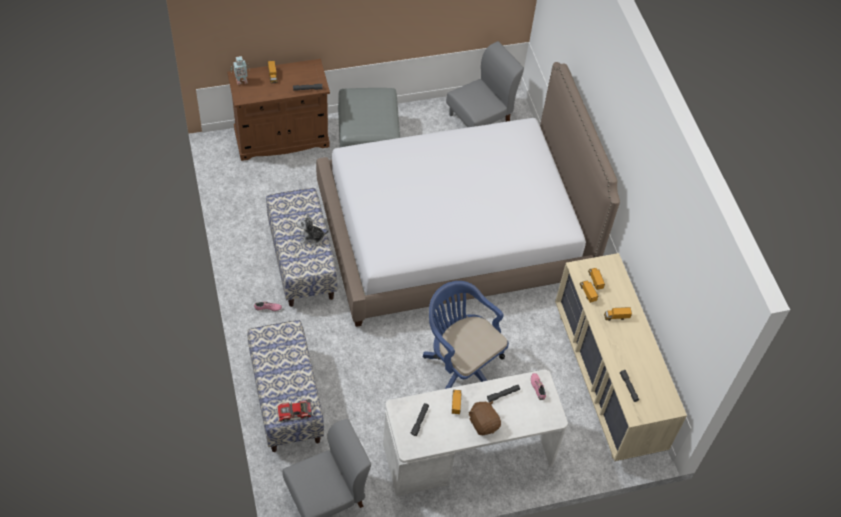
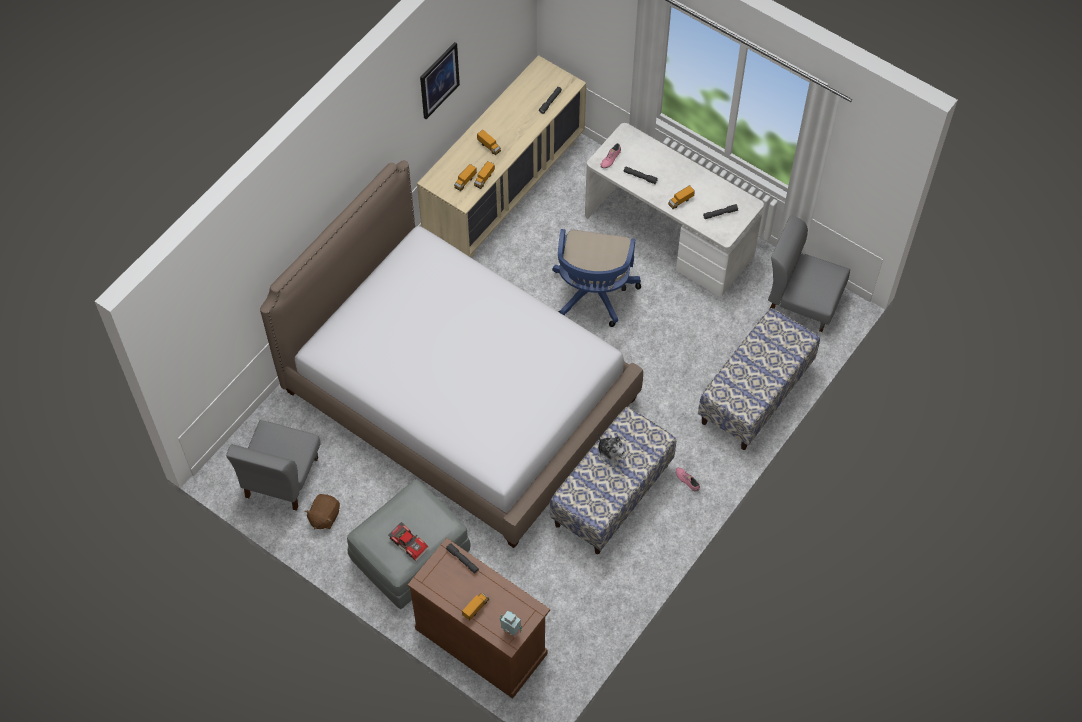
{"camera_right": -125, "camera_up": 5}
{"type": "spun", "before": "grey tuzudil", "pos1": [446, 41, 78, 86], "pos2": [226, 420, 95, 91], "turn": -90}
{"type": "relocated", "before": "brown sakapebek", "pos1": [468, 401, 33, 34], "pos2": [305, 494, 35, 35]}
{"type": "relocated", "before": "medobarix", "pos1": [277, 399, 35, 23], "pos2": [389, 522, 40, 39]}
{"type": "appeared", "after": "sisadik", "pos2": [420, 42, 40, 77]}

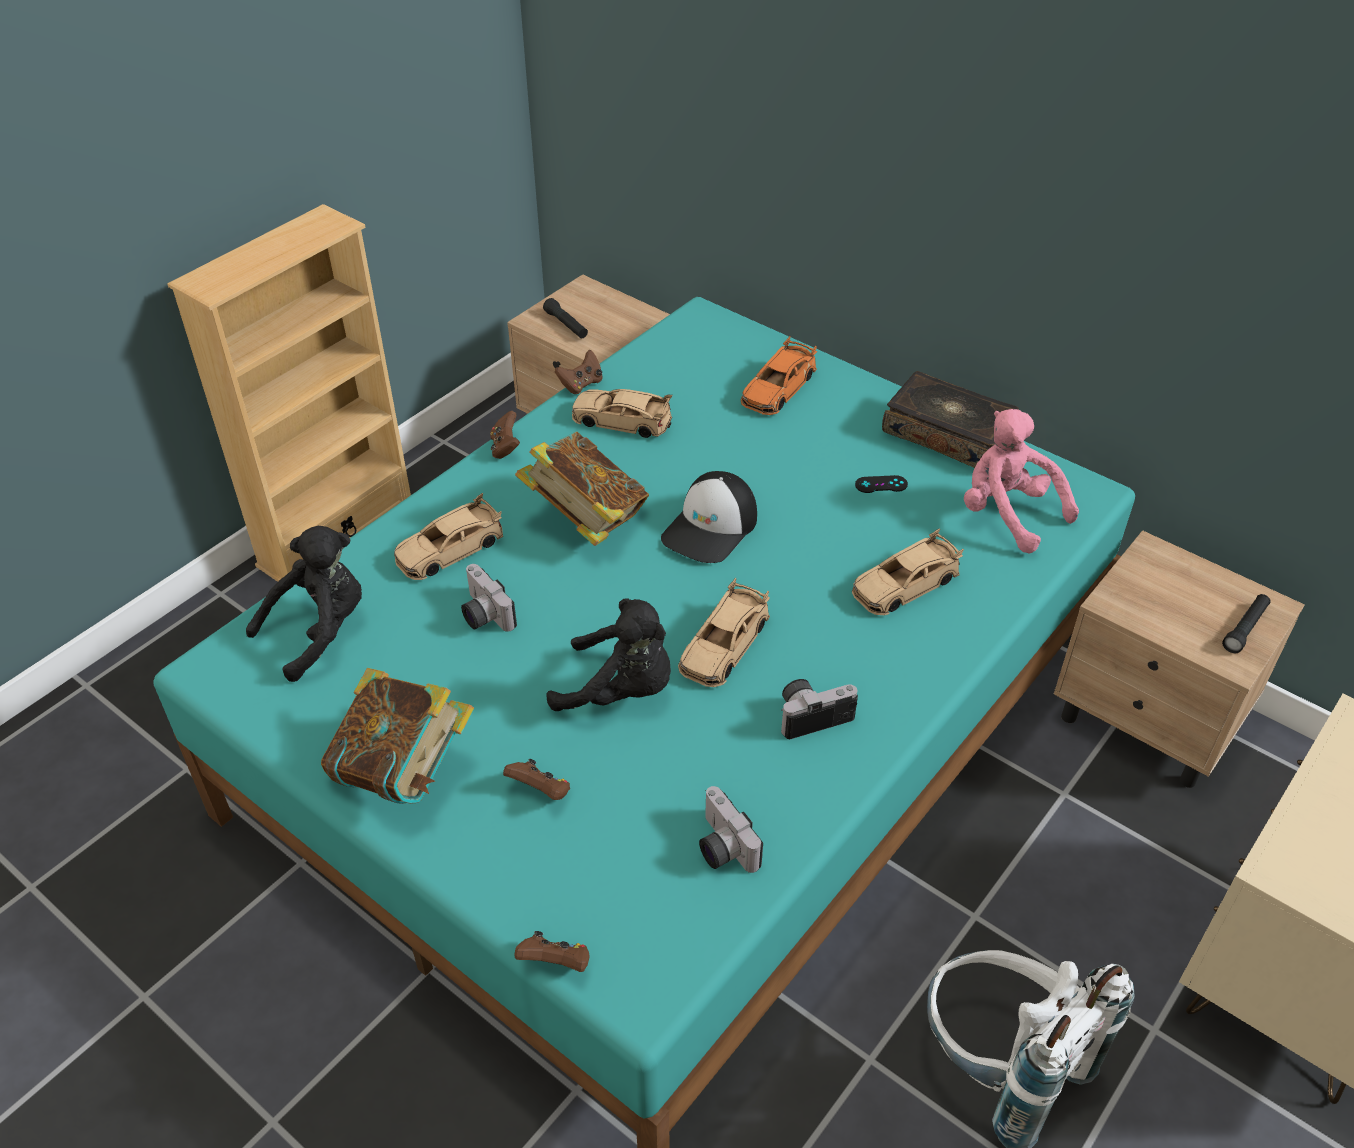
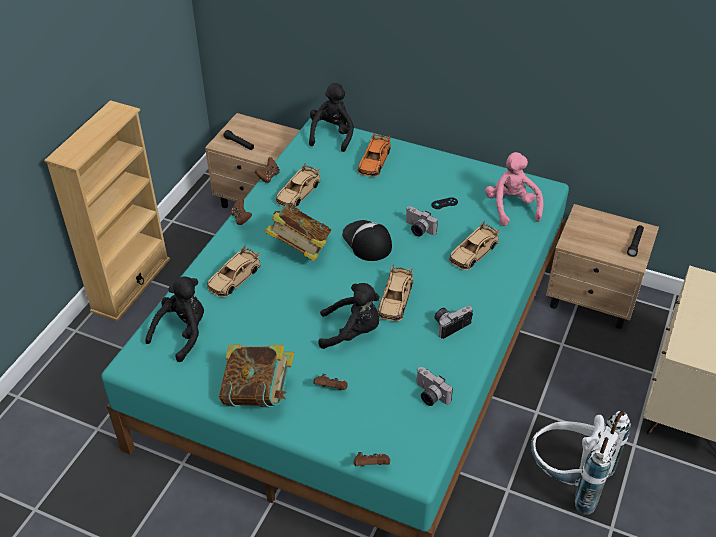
{"camera_right": -15, "camera_up": 0}
{"type": "spun", "before": "beige medobarix", "pos1": [572, 389, 100, 49], "pos2": [276, 163, 45, 44], "turn": -60}
{"type": "appeared", "after": "black sakapebek", "pos2": [309, 83, 45, 69]}
{"type": "spun", "before": "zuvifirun", "pos1": [661, 471, 96, 92], "pos2": [342, 220, 50, 41], "turn": 135}
{"type": "relocated", "before": "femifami", "pos1": [461, 564, 56, 68], "pos2": [406, 206, 32, 31]}
{"type": "spun", "before": "pink sakapebek", "pos1": [964, 409, 115, 145], "pos2": [485, 152, 58, 74], "turn": 45}
{"type": "missing", "before": "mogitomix", "pos1": [882, 371, 137, 97]}

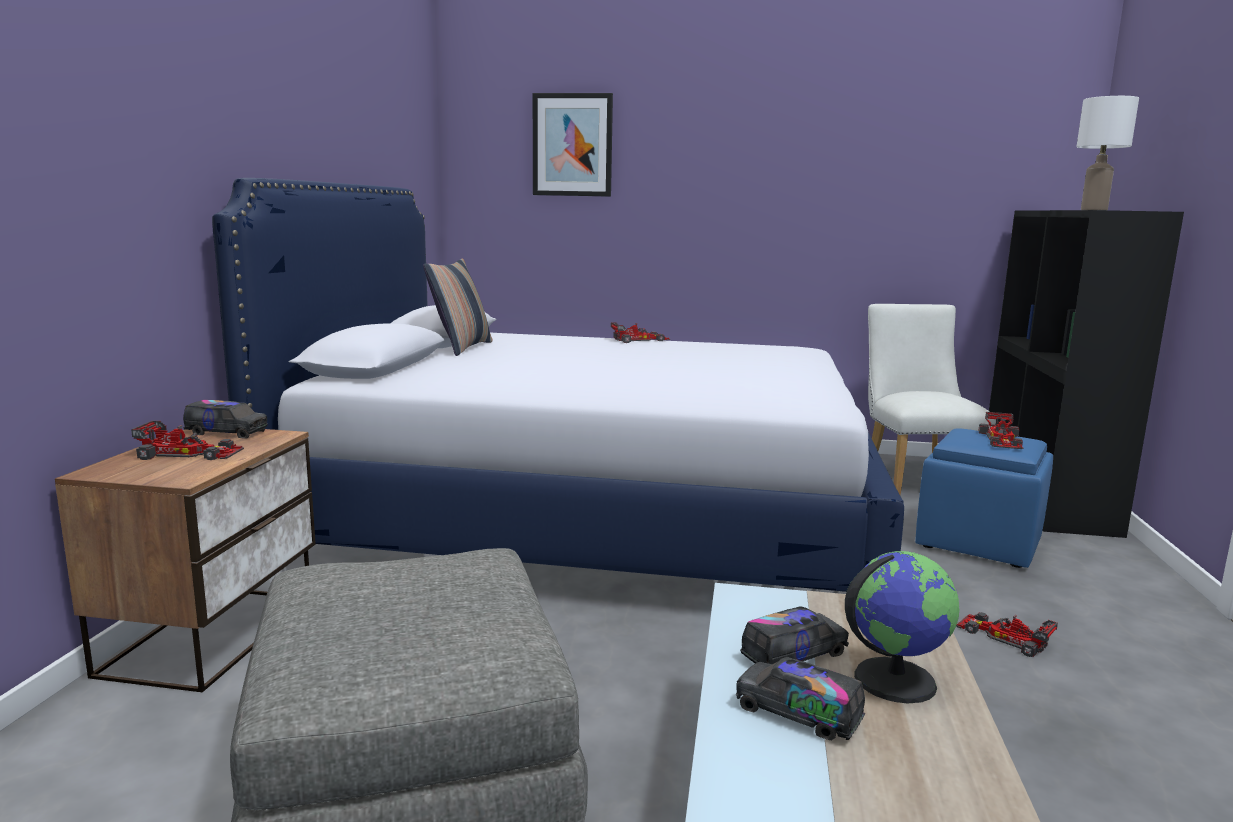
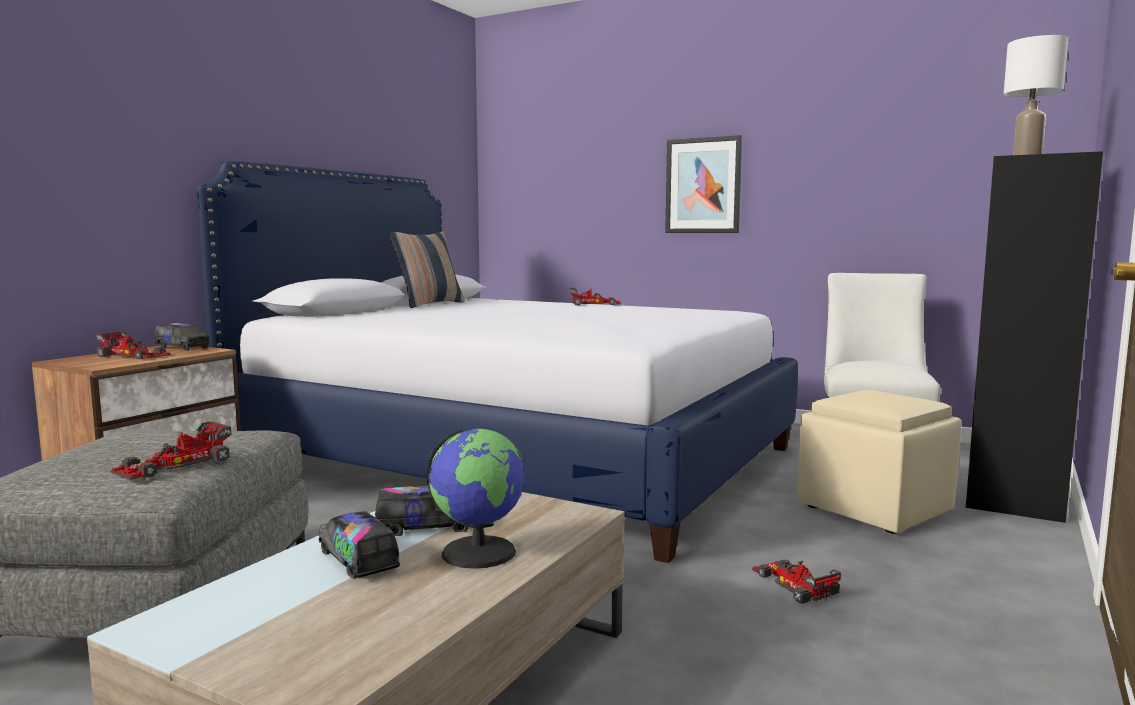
{"camera_right": 20, "camera_up": -5}
{"type": "relocated", "before": "medobarix", "pos1": [978, 412, 45, 37], "pos2": [110, 421, 122, 59]}
{"type": "relocated", "before": "sisadik", "pos1": [533, 93, 80, 104], "pos2": [665, 135, 77, 98]}
{"type": "colour", "before": "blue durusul", "after": "beige durusul", "pos1": [915, 428, 138, 140], "pos2": [798, 390, 163, 143]}

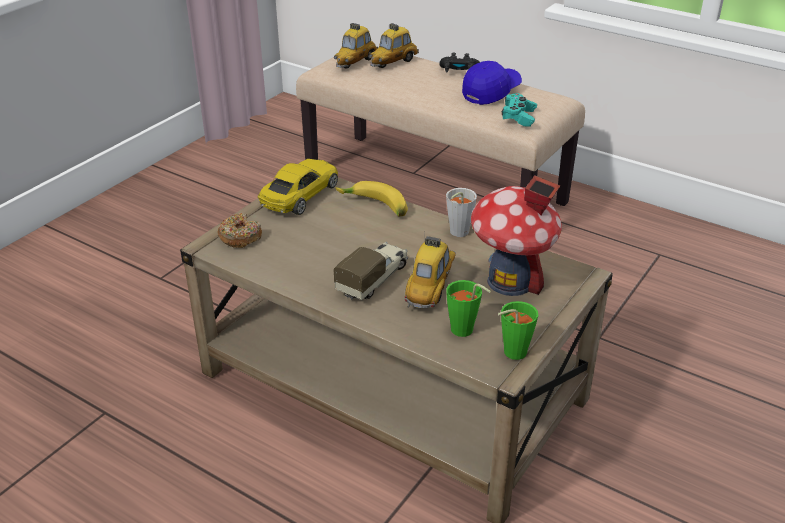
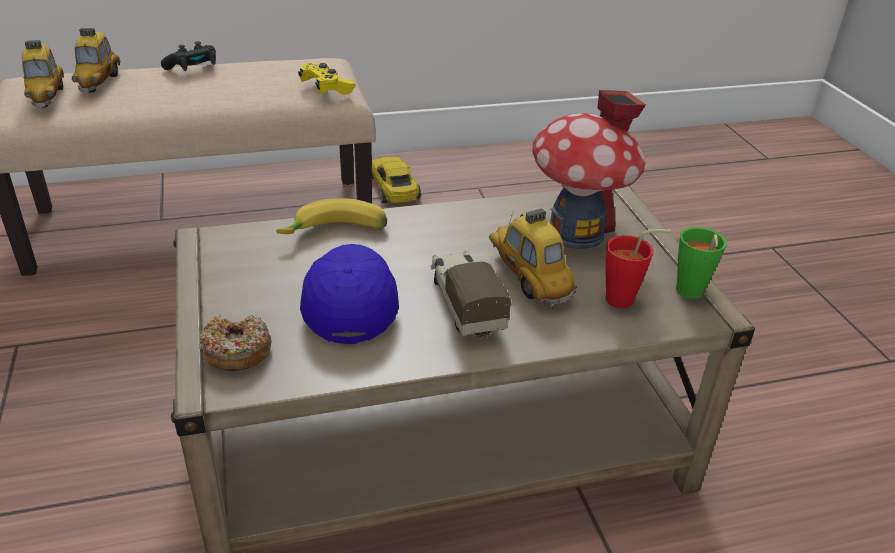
{"camera_right": -50, "camera_up": 0}
{"type": "colour", "before": "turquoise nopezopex", "after": "yellow nopezopex", "pos1": [502, 93, 35, 34], "pos2": [298, 63, 57, 32]}
{"type": "relocated", "before": "blue zuvifirun", "pos1": [462, 61, 60, 44], "pos2": [300, 244, 99, 100]}
{"type": "relocated", "before": "yellow medobarix", "pos1": [257, 159, 81, 56], "pos2": [372, 157, 49, 46]}
{"type": "colour", "before": "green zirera", "after": "red zirera", "pos1": [446, 280, 45, 57], "pos2": [605, 229, 66, 79]}
{"type": "missing", "before": "grey zirera", "pos1": [446, 188, 31, 49]}

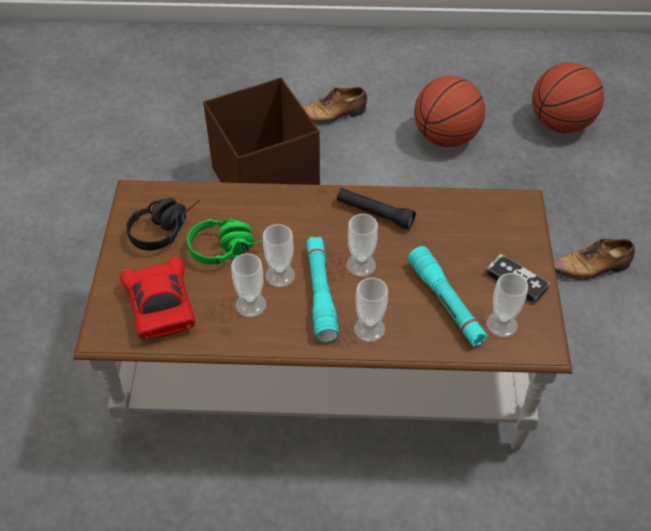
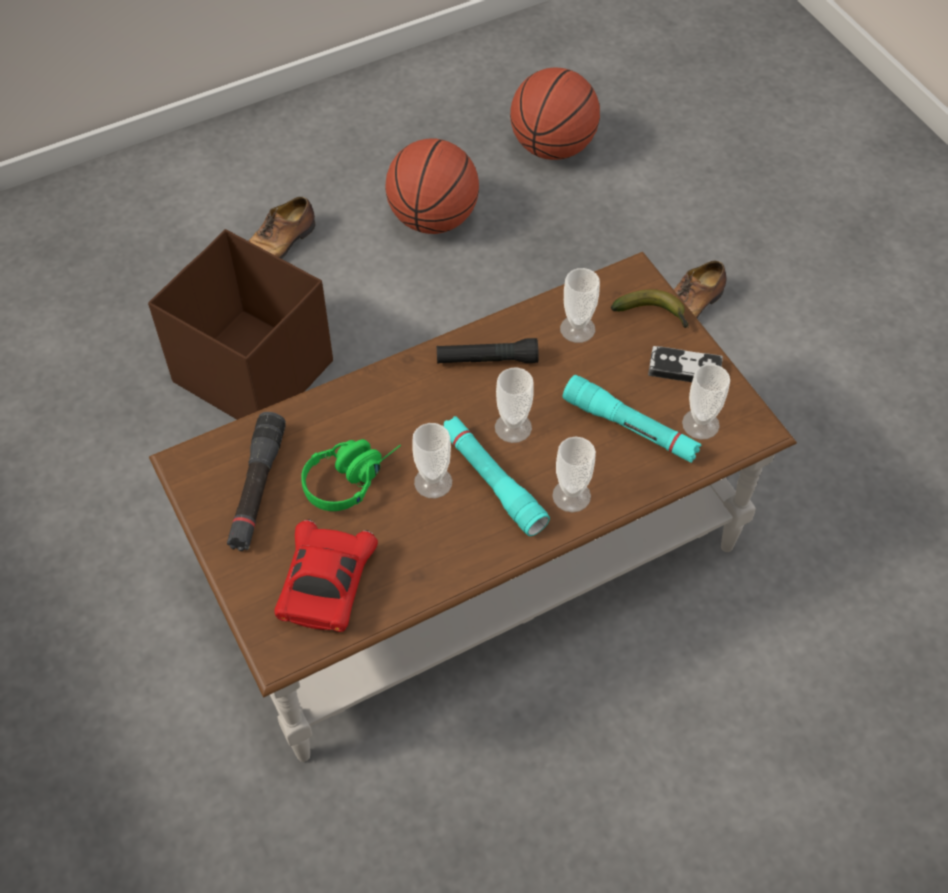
{"camera_right": -30, "camera_up": 5}
{"type": "exchanged", "before": "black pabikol", "after": "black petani", "pos1": [126, 198, 74, 53], "pos2": [227, 412, 59, 139]}
{"type": "spun", "before": "red medobarix", "pos1": [120, 257, 75, 83], "pos2": [274, 519, 104, 113], "turn": 60}
{"type": "relocated", "before": "zirera", "pos1": [231, 253, 35, 64], "pos2": [560, 268, 40, 75]}
{"type": "appeared", "after": "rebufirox", "pos2": [611, 289, 78, 39]}

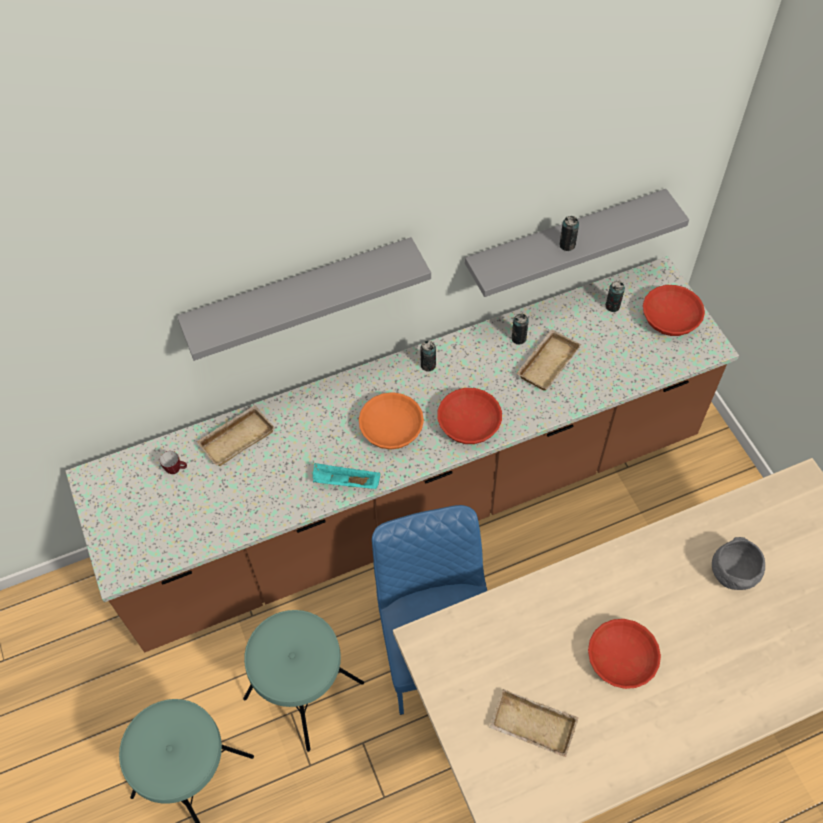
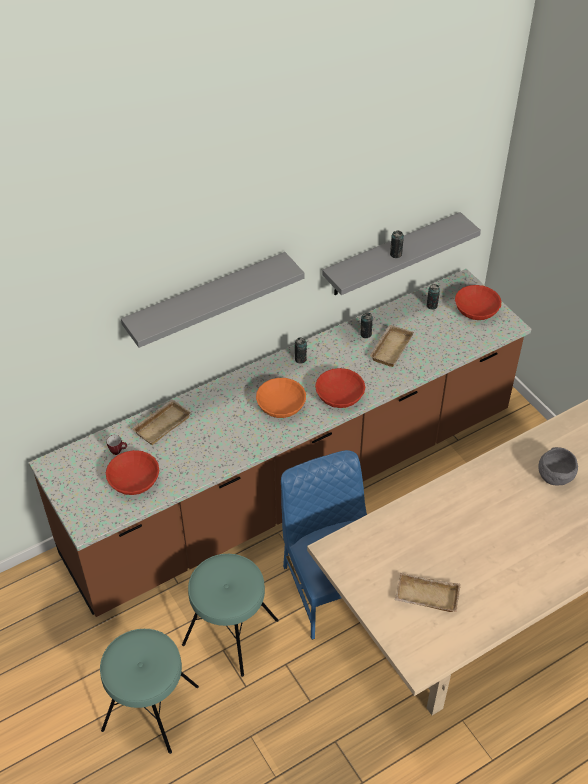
{"camera_right": -10, "camera_up": -10}
{"type": "relocated", "before": "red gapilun", "pos1": [588, 619, 73, 70], "pos2": [106, 450, 53, 45]}
{"type": "missing", "before": "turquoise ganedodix", "pos1": [313, 463, 67, 26]}

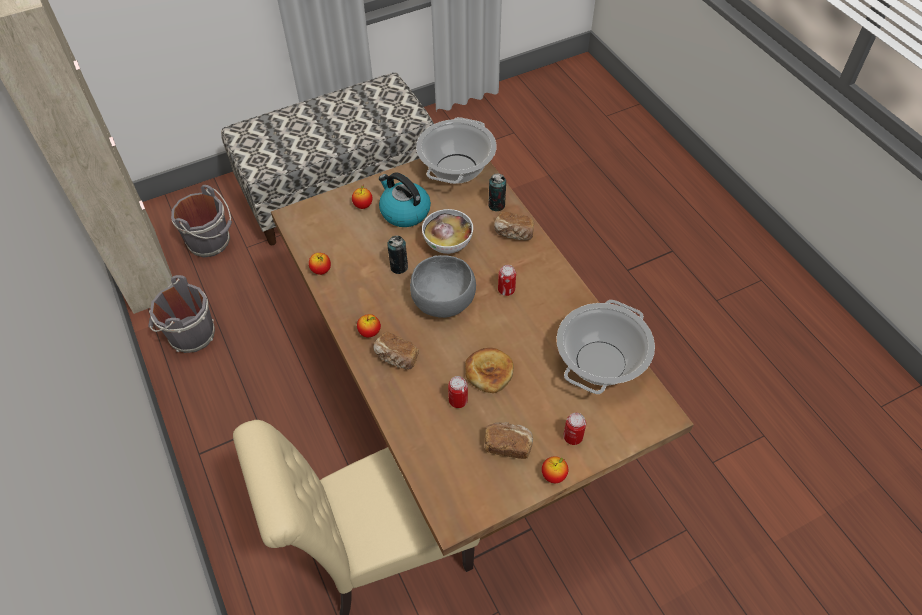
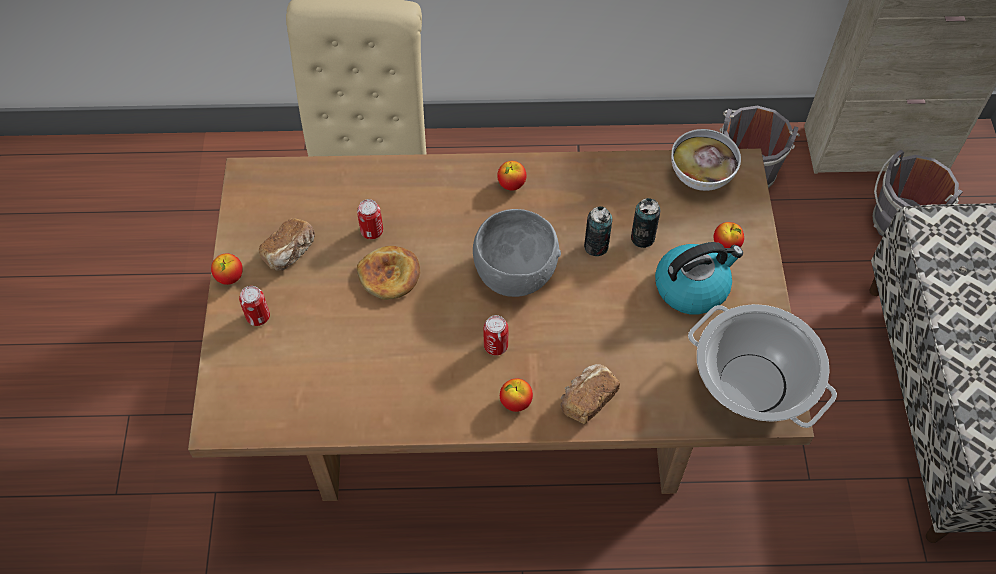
{"camera_right": 115, "camera_up": 5}
{"type": "relocated", "before": "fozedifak", "pos1": [309, 253, 22, 22], "pos2": [500, 378, 33, 34]}
{"type": "relocated", "before": "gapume", "pos1": [488, 173, 18, 38], "pos2": [631, 198, 30, 50]}
{"type": "relocated", "before": "gapilun", "pos1": [422, 209, 51, 45], "pos2": [671, 129, 70, 62]}
{"type": "missing", "before": "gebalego", "pos1": [373, 332, 46, 37]}
{"type": "missing", "before": "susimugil", "pos1": [557, 300, 98, 94]}

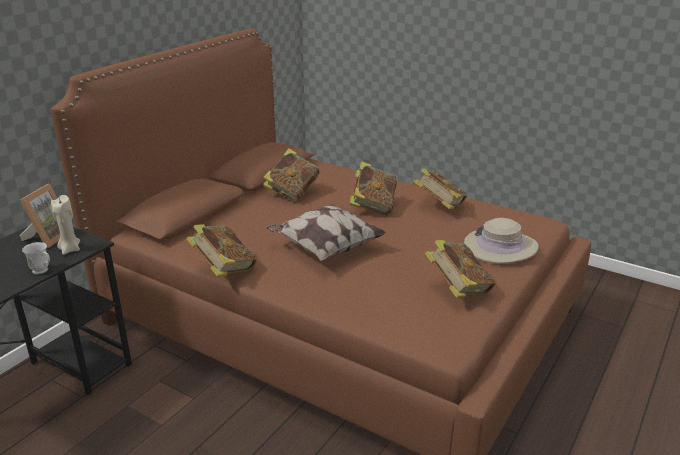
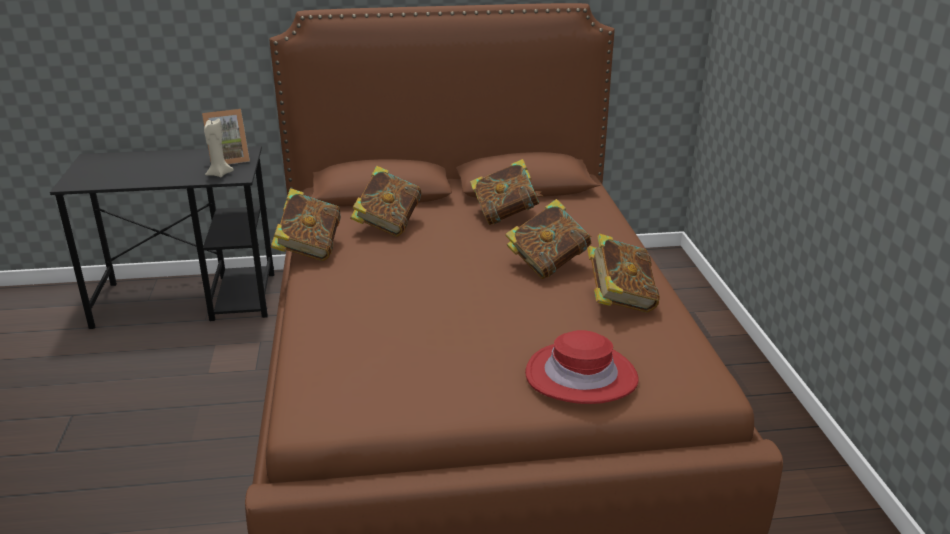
{"camera_right": 50, "camera_up": 0}
{"type": "relocated", "before": "mogitomix", "pos1": [425, 240, 71, 58], "pos2": [350, 166, 71, 70]}
{"type": "colour", "before": "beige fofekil", "after": "red fofekil", "pos1": [464, 218, 75, 46], "pos2": [525, 330, 114, 74]}
{"type": "missing", "before": "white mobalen", "pos1": [22, 242, 28, 32]}
{"type": "missing", "before": "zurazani", "pos1": [266, 204, 121, 57]}

